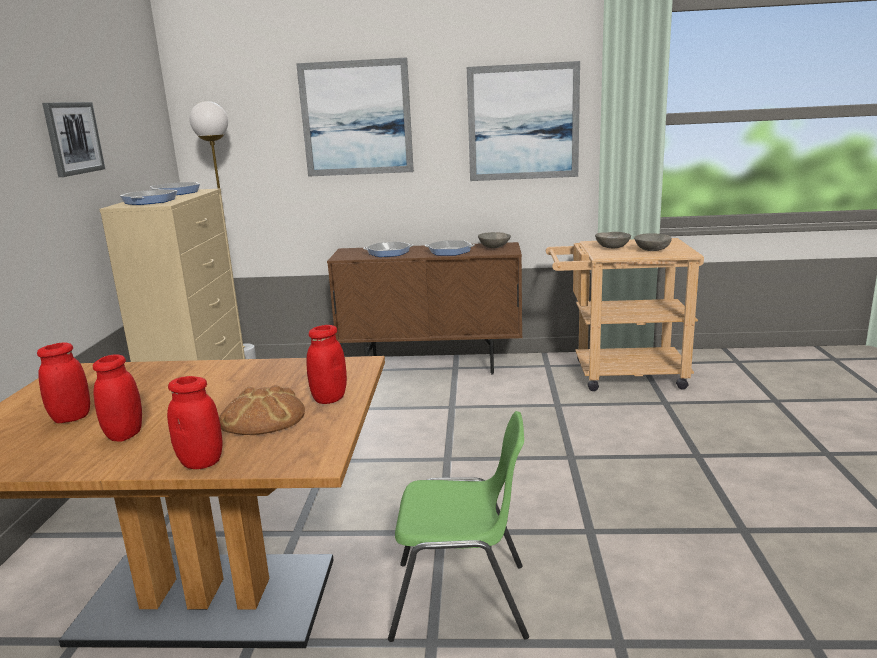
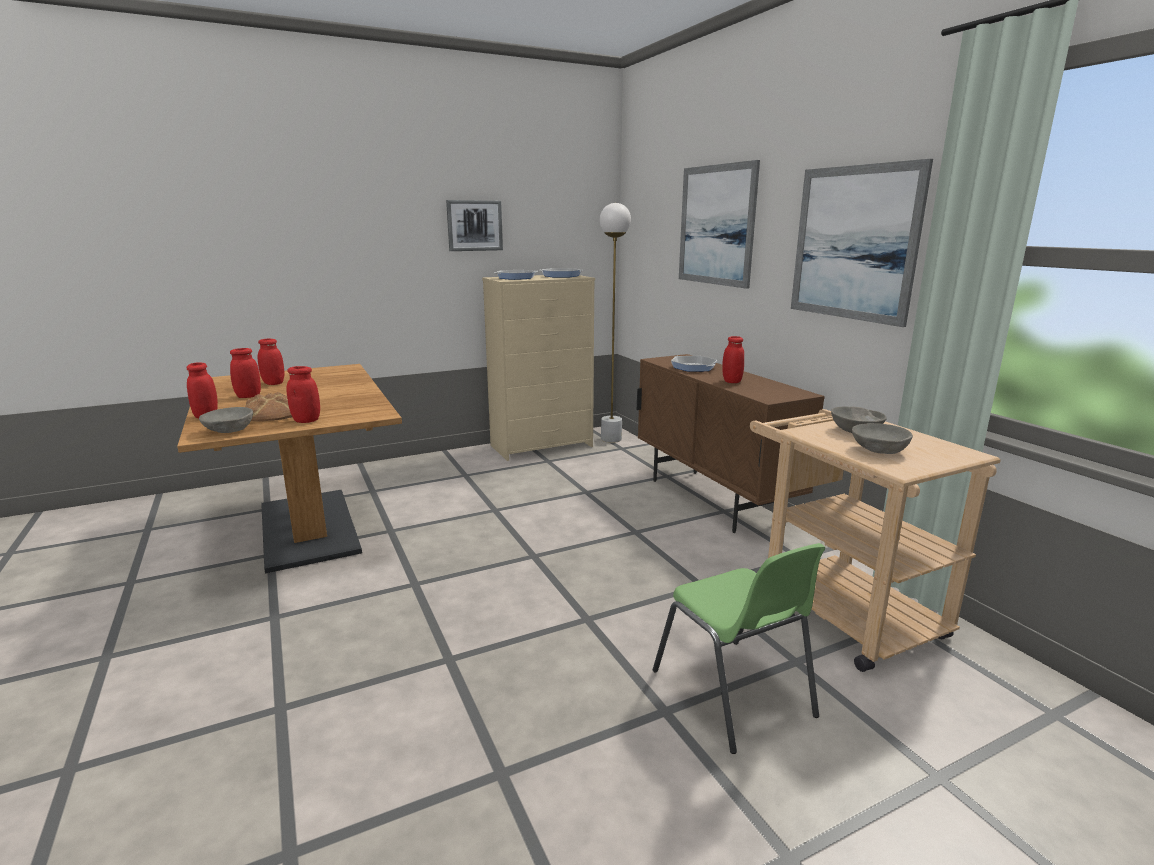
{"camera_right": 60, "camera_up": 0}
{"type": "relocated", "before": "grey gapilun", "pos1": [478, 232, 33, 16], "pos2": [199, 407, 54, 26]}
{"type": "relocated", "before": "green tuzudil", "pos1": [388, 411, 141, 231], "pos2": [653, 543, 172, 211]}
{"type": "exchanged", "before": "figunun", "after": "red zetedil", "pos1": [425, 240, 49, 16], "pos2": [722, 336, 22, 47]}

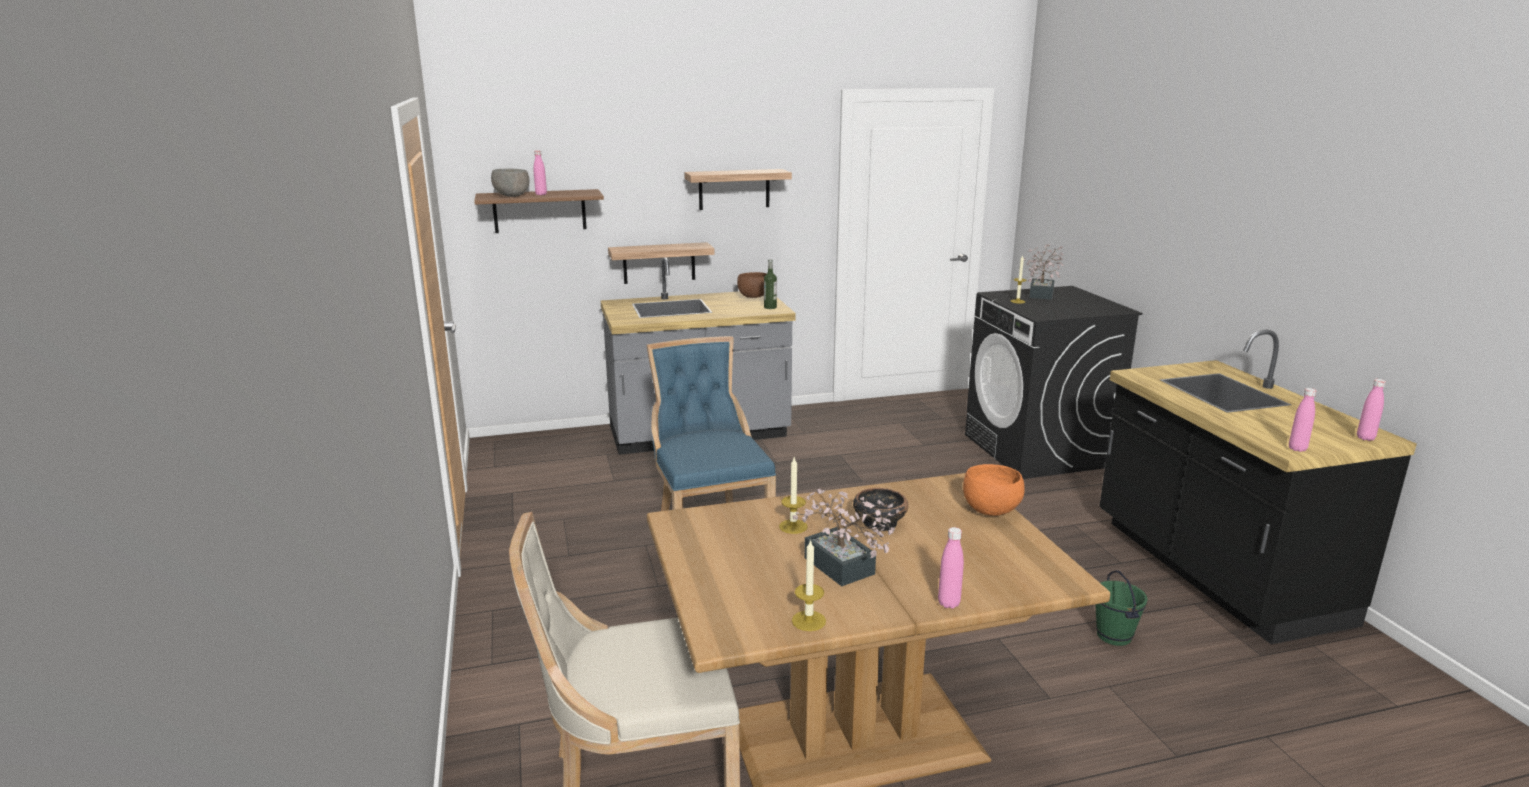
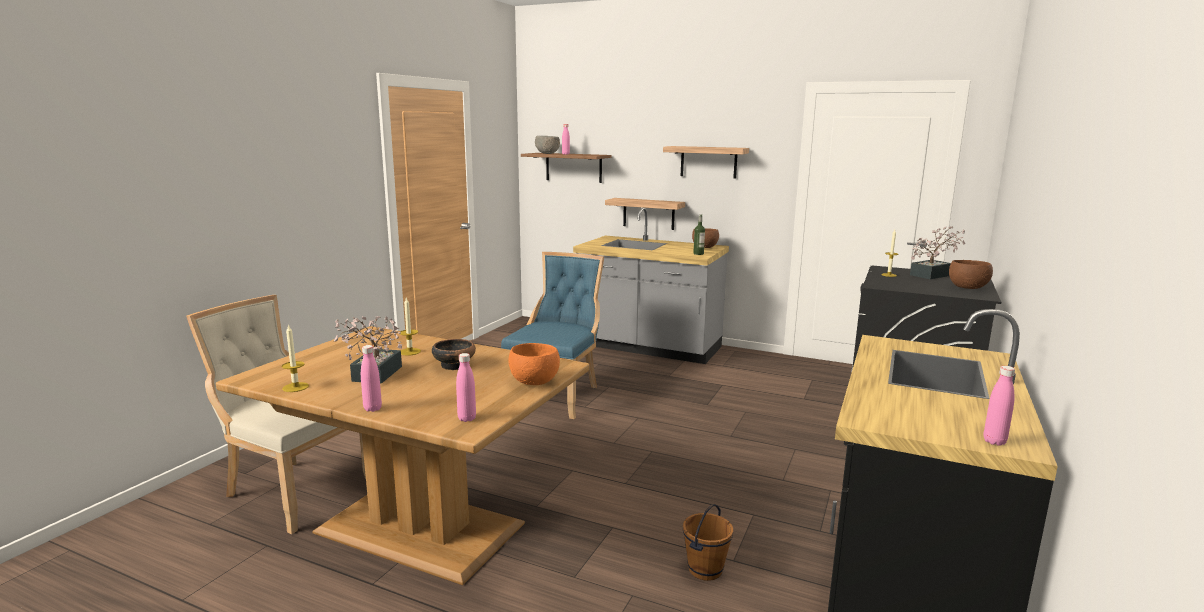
{"camera_right": 40, "camera_up": -5}
{"type": "relocated", "before": "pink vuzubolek", "pos1": [1289, 388, 28, 64], "pos2": [456, 353, 20, 69]}
{"type": "colour", "before": "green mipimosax", "after": "brown mipimosax", "pos1": [1095, 570, 53, 76], "pos2": [683, 504, 50, 77]}
{"type": "appeared", "after": "brown gapilun", "pos2": [949, 260, 44, 29]}

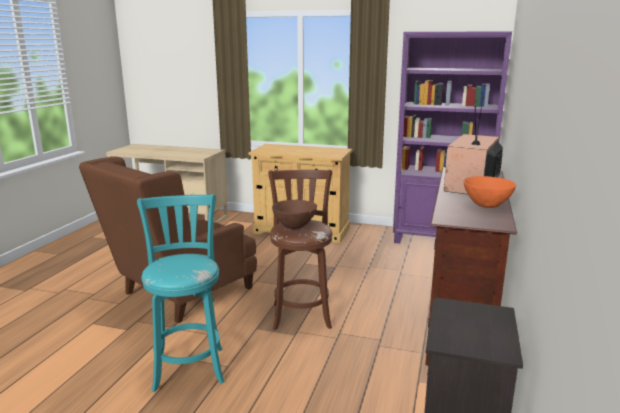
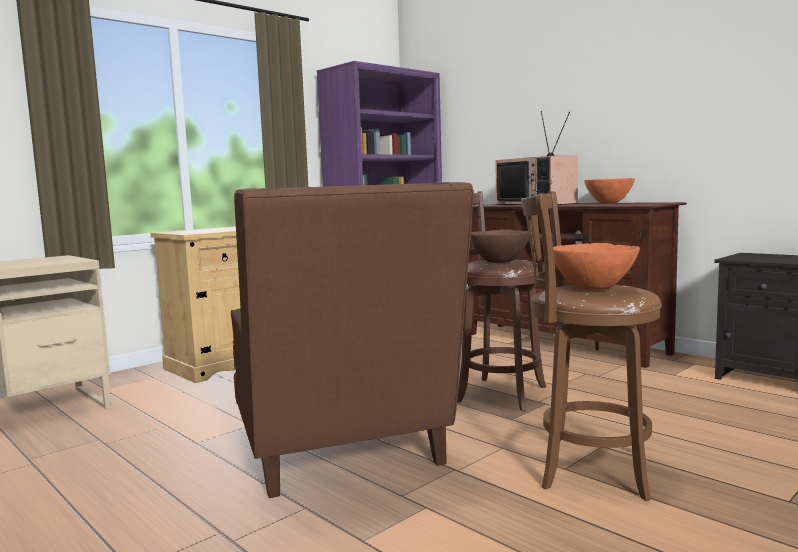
{"camera_right": -60, "camera_up": -10}
{"type": "colour", "before": "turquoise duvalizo", "after": "brown duvalizo", "pos1": [137, 194, 88, 198], "pos2": [521, 191, 141, 310]}
{"type": "appeared", "after": "orange gapilun", "pos2": [553, 243, 87, 47]}

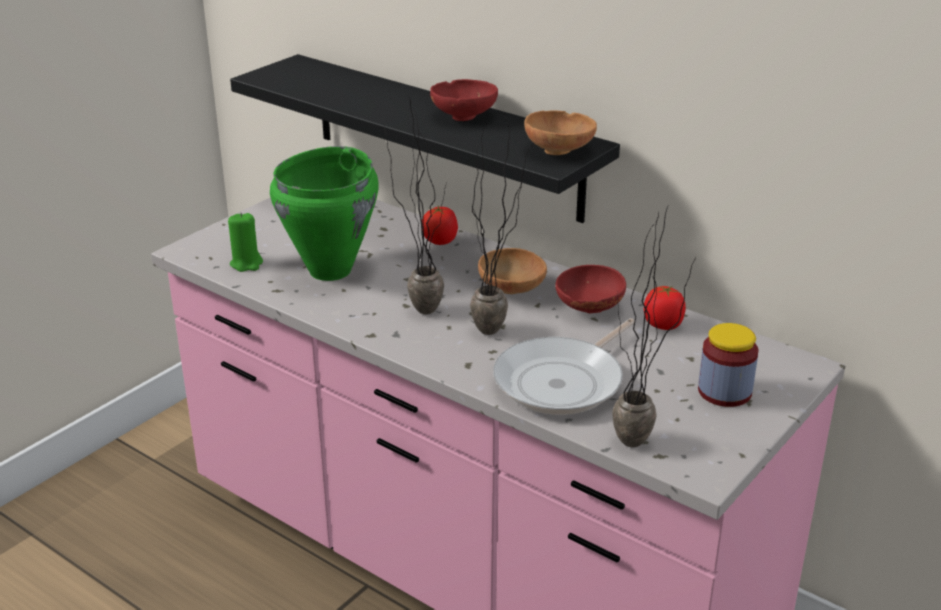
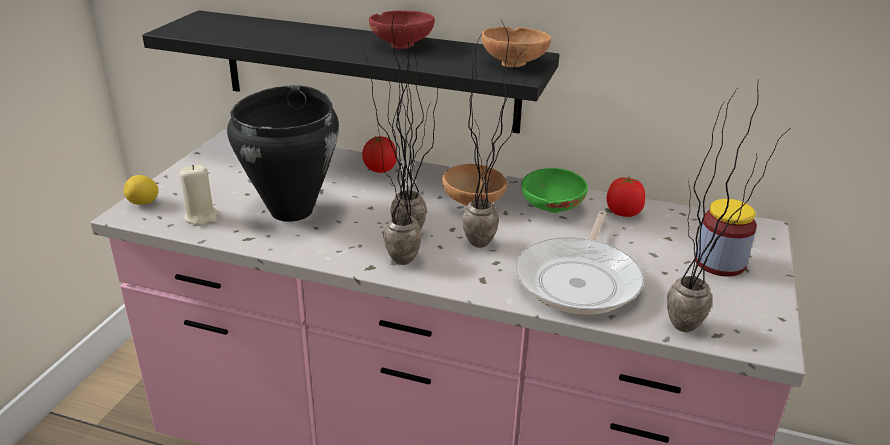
{"camera_right": -20, "camera_up": 0}
{"type": "appeared", "after": "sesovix", "pos2": [124, 175, 35, 30]}
{"type": "colour", "before": "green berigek", "after": "beige berigek", "pos1": [228, 212, 35, 60], "pos2": [180, 165, 38, 61]}
{"type": "colour", "before": "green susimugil", "after": "black susimugil", "pos1": [270, 146, 108, 135], "pos2": [227, 85, 112, 137]}
{"type": "appeared", "after": "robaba", "pos2": [378, 35, 61, 230]}
{"type": "colour", "before": "red gapilun", "after": "green gapilun", "pos1": [555, 265, 71, 49], "pos2": [521, 168, 67, 45]}

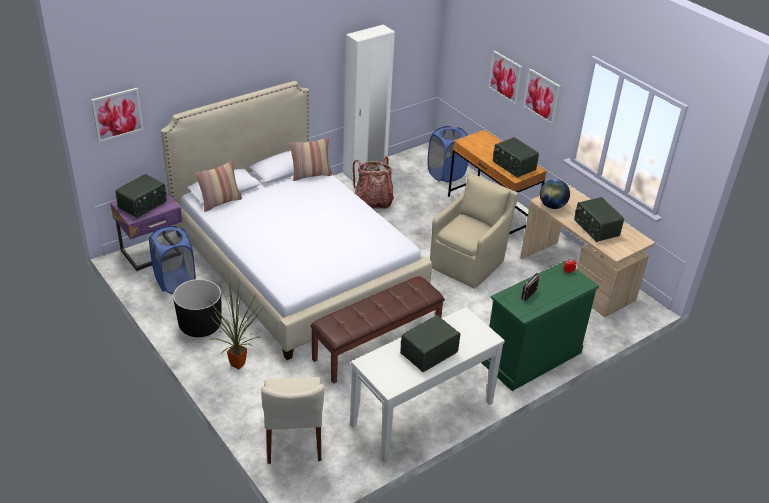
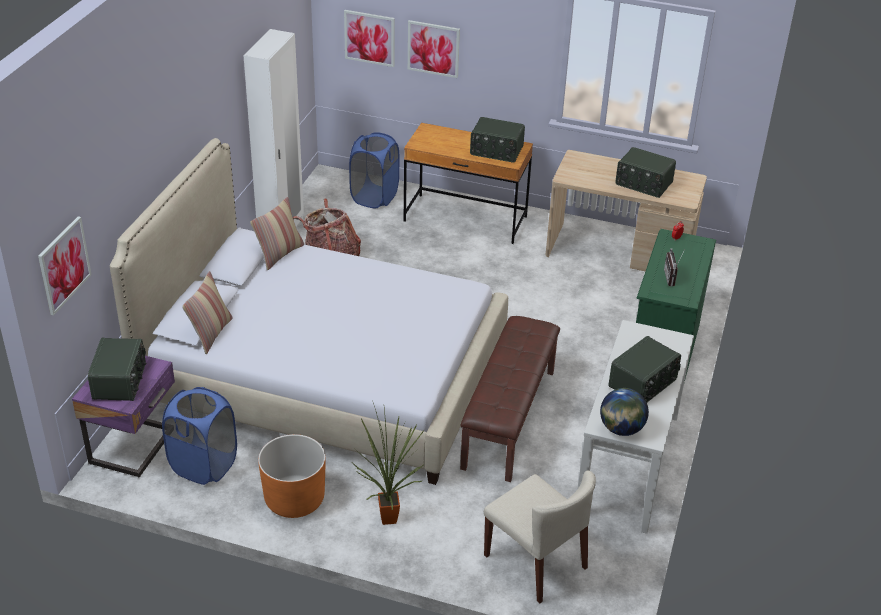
{"camera_right": -35, "camera_up": 0}
{"type": "colour", "before": "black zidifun", "after": "orange zidifun", "pos1": [173, 279, 49, 58], "pos2": [258, 434, 68, 84]}
{"type": "relocated", "before": "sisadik", "pos1": [523, 69, 38, 56], "pos2": [344, 10, 51, 57]}
{"type": "relocated", "before": "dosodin", "pos1": [540, 179, 30, 30], "pos2": [600, 388, 49, 48]}
{"type": "spun", "before": "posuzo", "pos1": [400, 315, 60, 57], "pos2": [609, 336, 72, 66], "turn": -150}
{"type": "missing", "before": "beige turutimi", "pos1": [430, 173, 88, 116]}

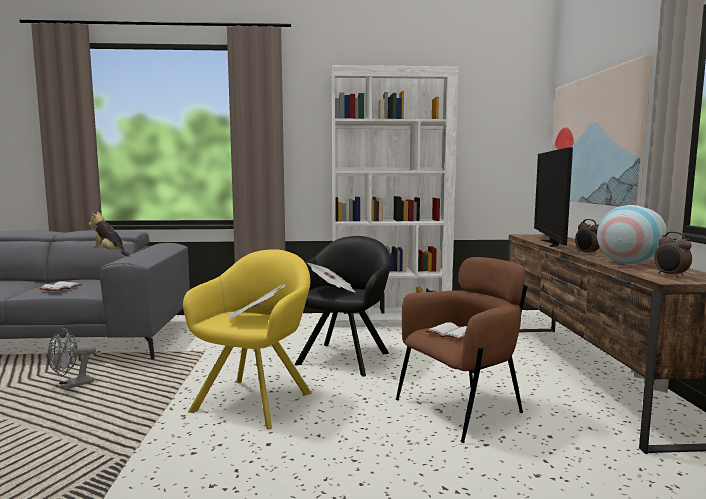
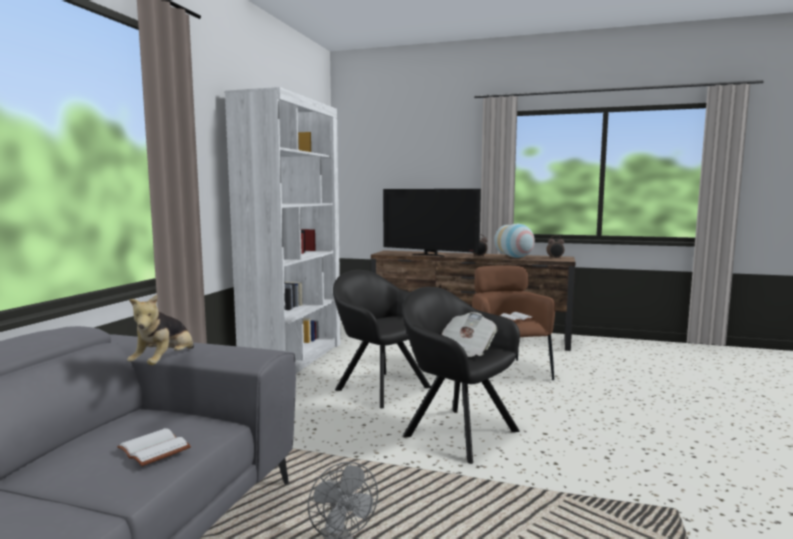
{"camera_right": -70, "camera_up": 0}
{"type": "spun", "before": "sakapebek", "pos1": [88, 211, 42, 46], "pos2": [127, 295, 67, 70], "turn": -45}
{"type": "colour", "before": "yellow turutimi", "after": "black turutimi", "pos1": [183, 249, 129, 180], "pos2": [402, 287, 118, 177]}
{"type": "missing", "before": "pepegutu", "pos1": [308, 263, 47, 29]}
{"type": "missing", "before": "sisadik", "pos1": [552, 54, 100, 153]}

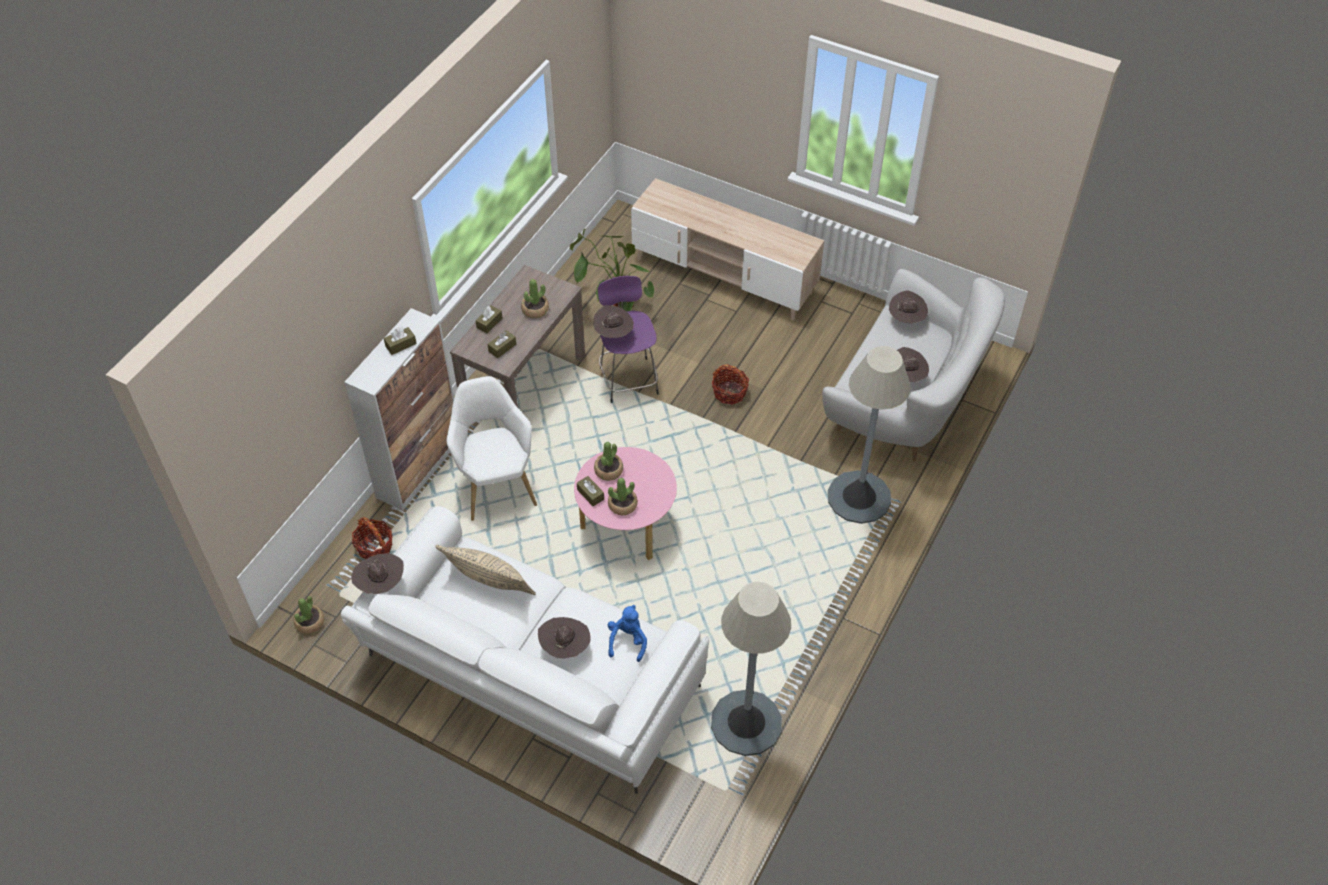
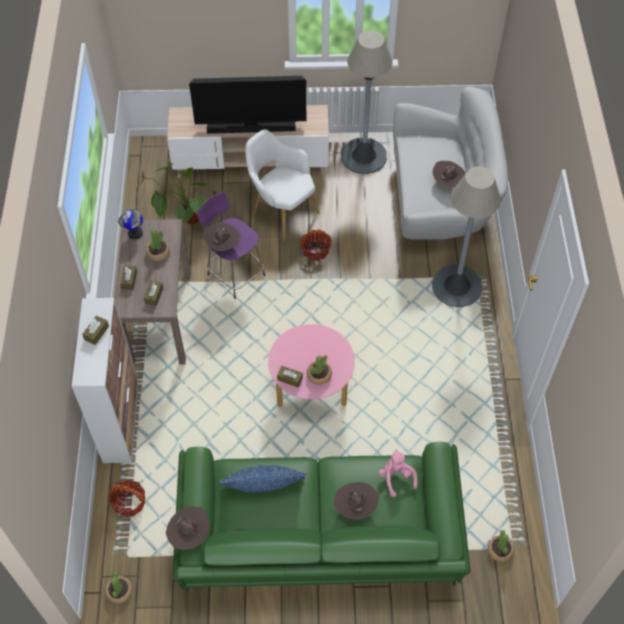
{"camera_right": -30, "camera_up": 5}
{"type": "appeared", "after": "dosodin", "pos2": [118, 209, 25, 30]}
{"type": "colour", "before": "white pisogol", "after": "green pisogol", "pos1": [341, 506, 368, 288], "pos2": [172, 442, 298, 150]}
{"type": "appeared", "after": "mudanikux", "pos2": [189, 76, 117, 58]}
{"type": "colour", "before": "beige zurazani", "after": "blue zurazani", "pos1": [435, 545, 101, 50], "pos2": [219, 465, 87, 27]}
{"type": "relocated", "before": "white turutimi", "pos1": [447, 376, 90, 145], "pos2": [245, 129, 75, 113]}
{"type": "relocated", "before": "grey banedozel", "pos1": [711, 582, 80, 174], "pos2": [341, 30, 52, 144]}
{"type": "colour", "before": "blue sakapebek", "after": "pink sakapebek", "pos1": [608, 605, 39, 57], "pos2": [378, 449, 40, 48]}
{"type": "relocated", "before": "robaba", "pos1": [594, 442, 29, 39], "pos2": [488, 530, 26, 32]}
{"type": "missing", "before": "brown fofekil", "pos1": [889, 290, 39, 33]}

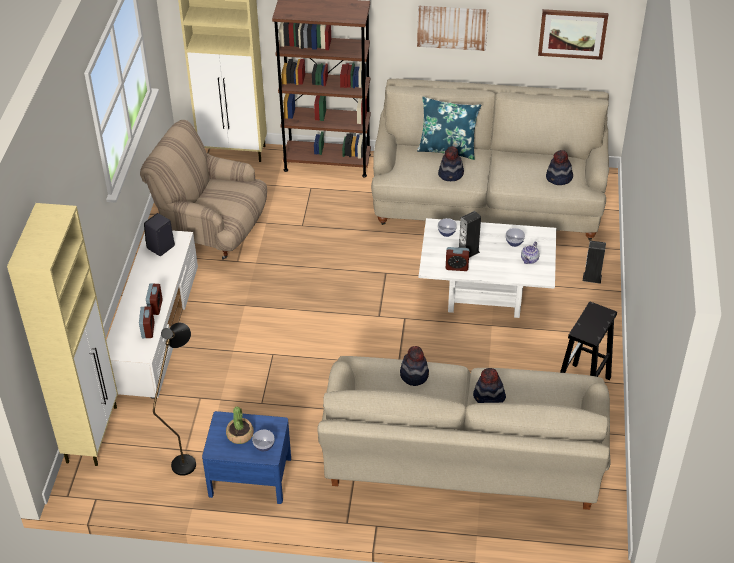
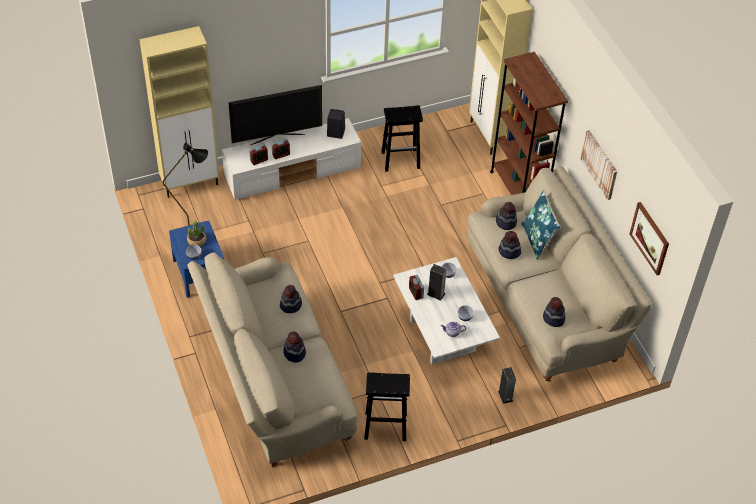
{"camera_right": 60, "camera_up": 5}
{"type": "appeared", "after": "mudanikux", "pos2": [229, 85, 93, 60]}
{"type": "exchanged", "before": "beige turutimi", "after": "black duvalizo", "pos1": [140, 120, 127, 140], "pos2": [381, 105, 42, 67]}
{"type": "appeared", "after": "fofekil", "pos2": [496, 202, 21, 28]}

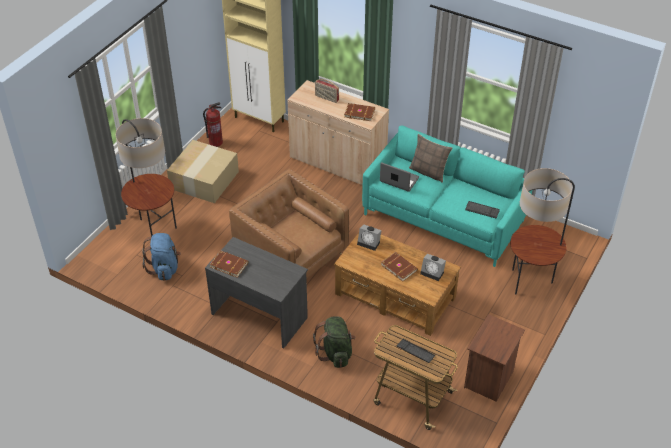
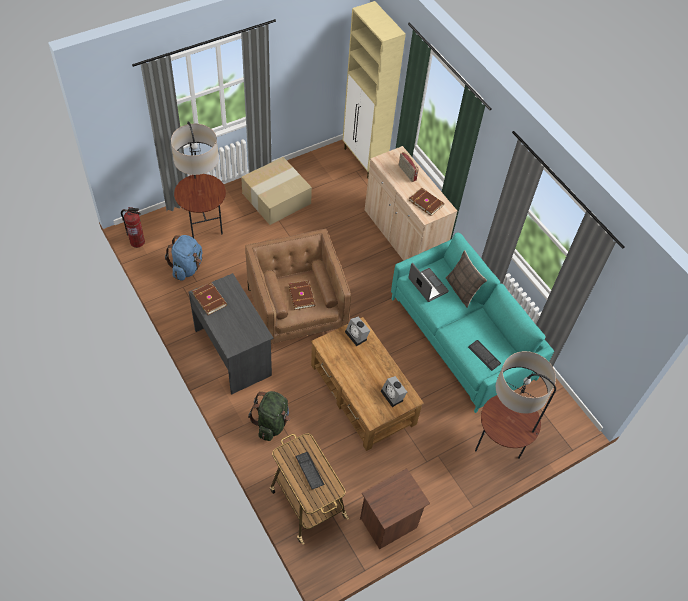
{"camera_right": 25, "camera_up": 10}
{"type": "relocated", "before": "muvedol", "pos1": [203, 102, 20, 45], "pos2": [121, 207, 24, 41]}
{"type": "relocated", "before": "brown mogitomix", "pos1": [381, 252, 37, 30], "pos2": [288, 280, 28, 30]}

